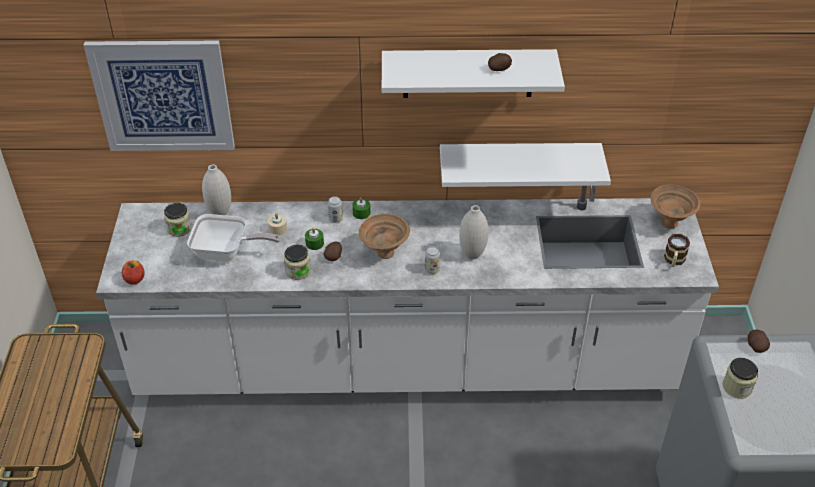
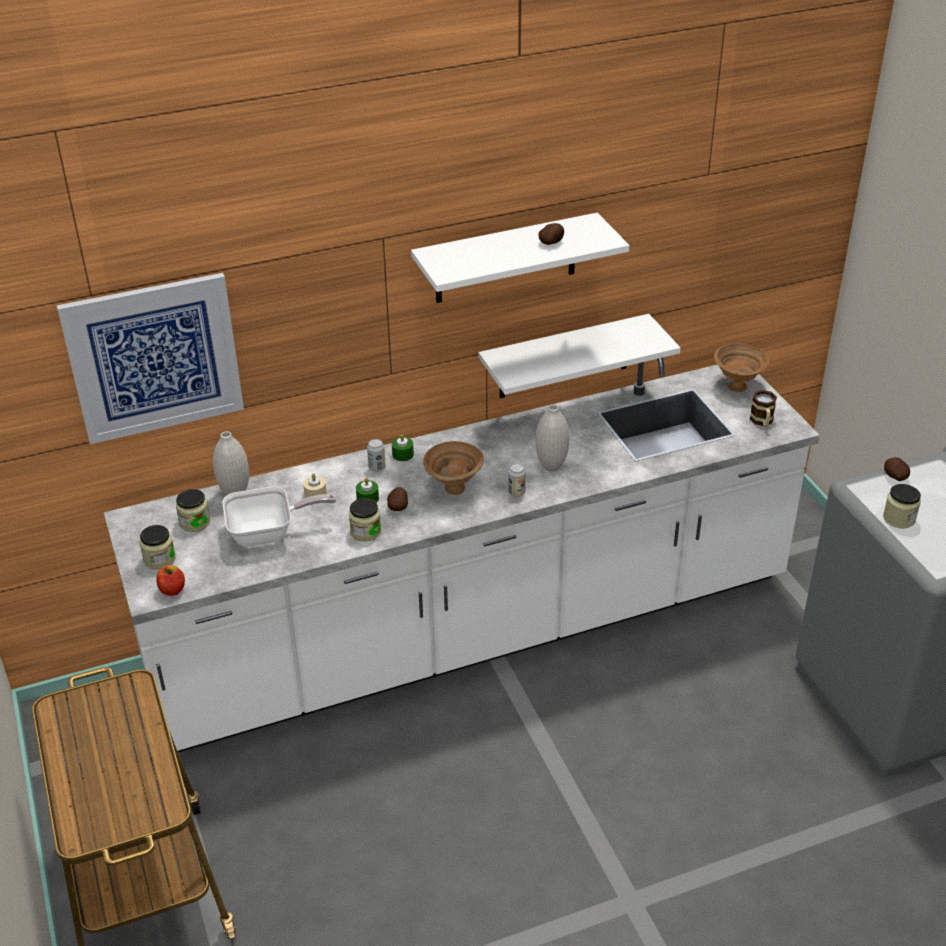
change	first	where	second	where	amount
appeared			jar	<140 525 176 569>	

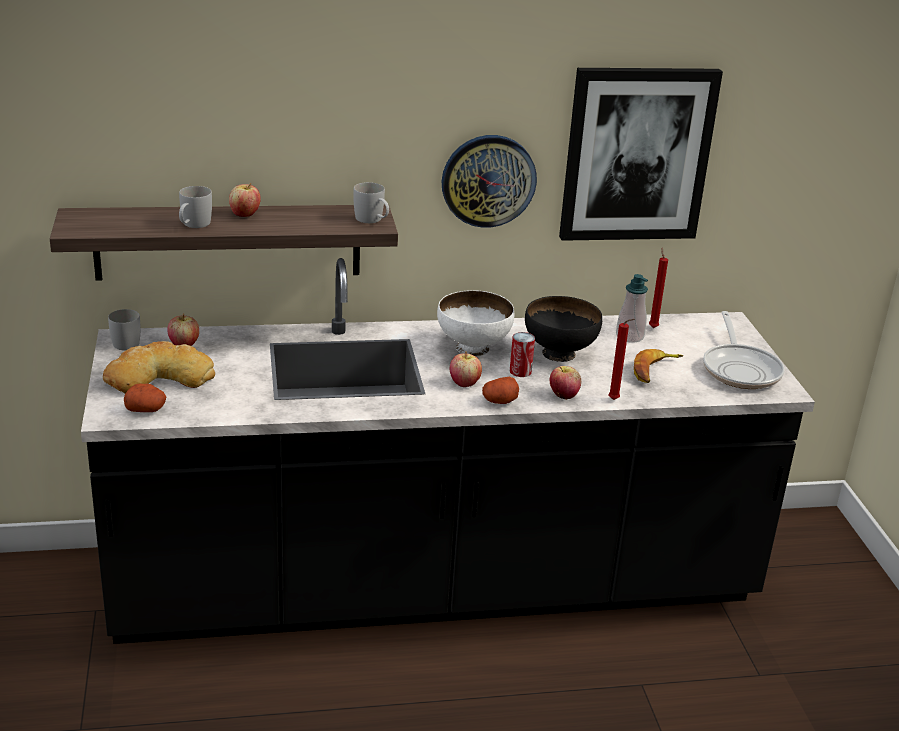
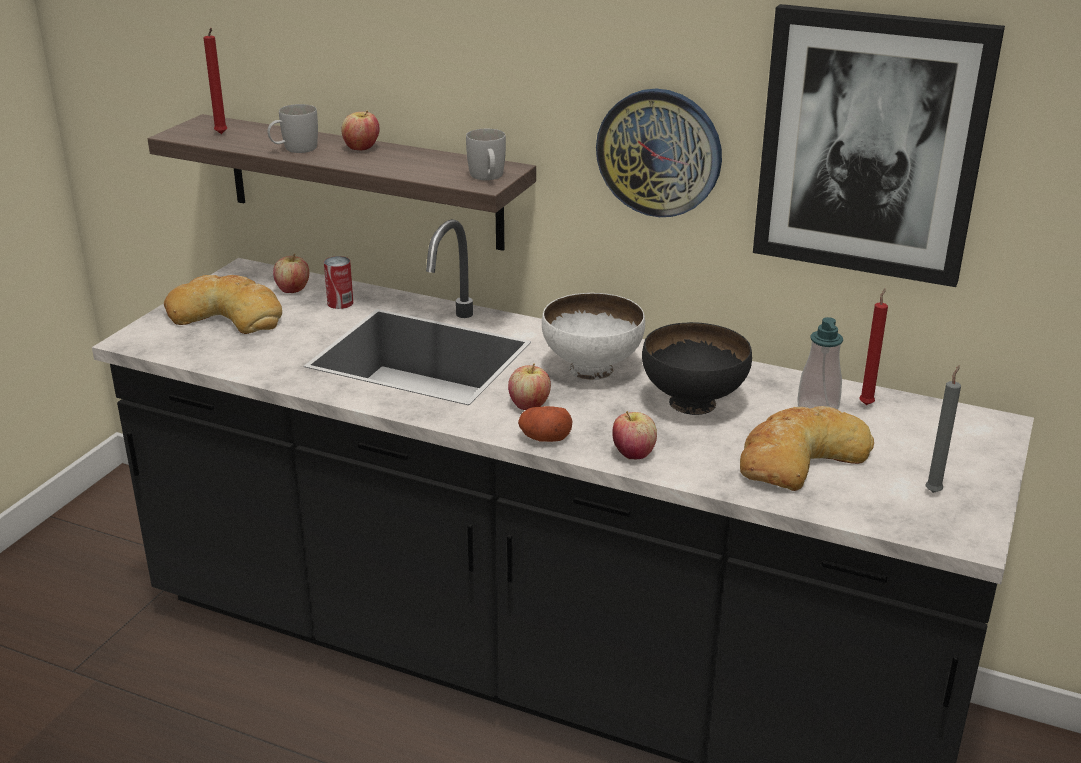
change	first	where	second	where	amount
relocated	red_candle	<609 319 635 400>		<204 28 227 134>	
relocated	can	<510 332 535 377>		<324 256 353 309>	
exchanged	banana	<634 349 683 383>	bread	<740 406 874 491>	
exchanged	frying_pan	<703 311 785 389>	grey_candle	<926 365 961 493>	
missing	white_mug	<108 309 140 350>			
missing	potato	<124 384 166 412>			

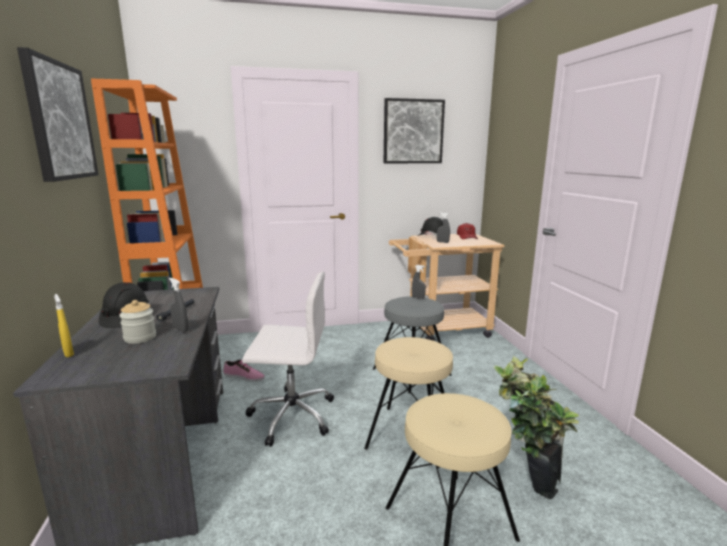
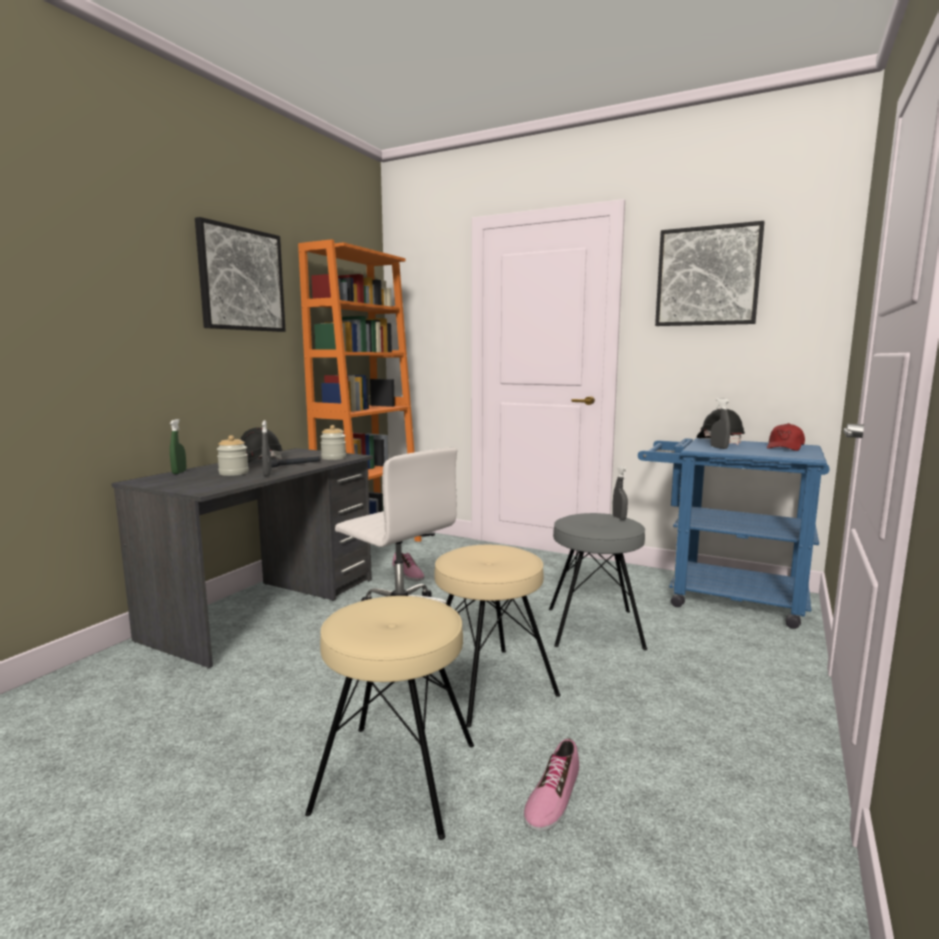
change	first	where	second	where	amount
colour	yellow_spray_bottle	<54 294 74 357>	green_spray_bottle	<170 419 186 474>	
appeared			jar	<320 425 346 460>	
exchanged	potted_plant	<494 356 579 499>	shoe	<523 739 579 831>	
colour	beige_cart	<389 234 504 340>	blue_cart	<638 438 830 629>	

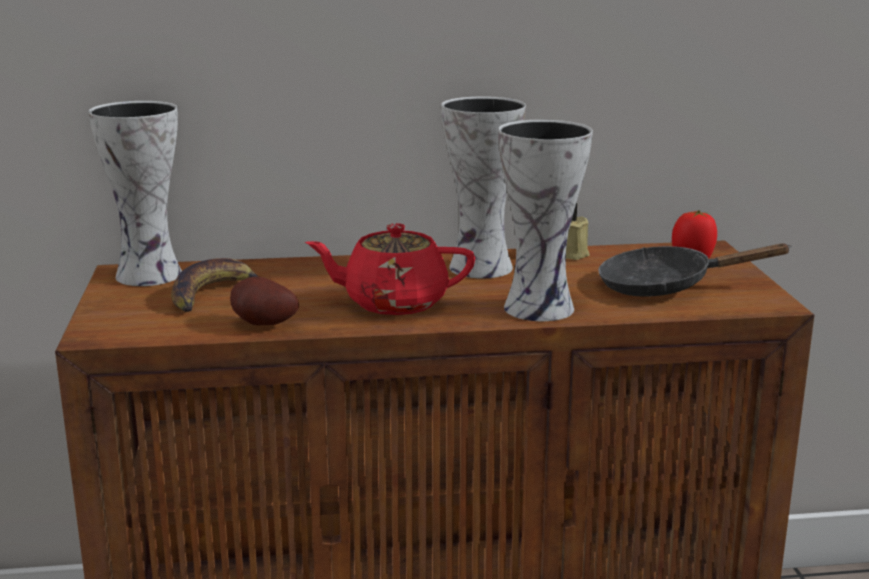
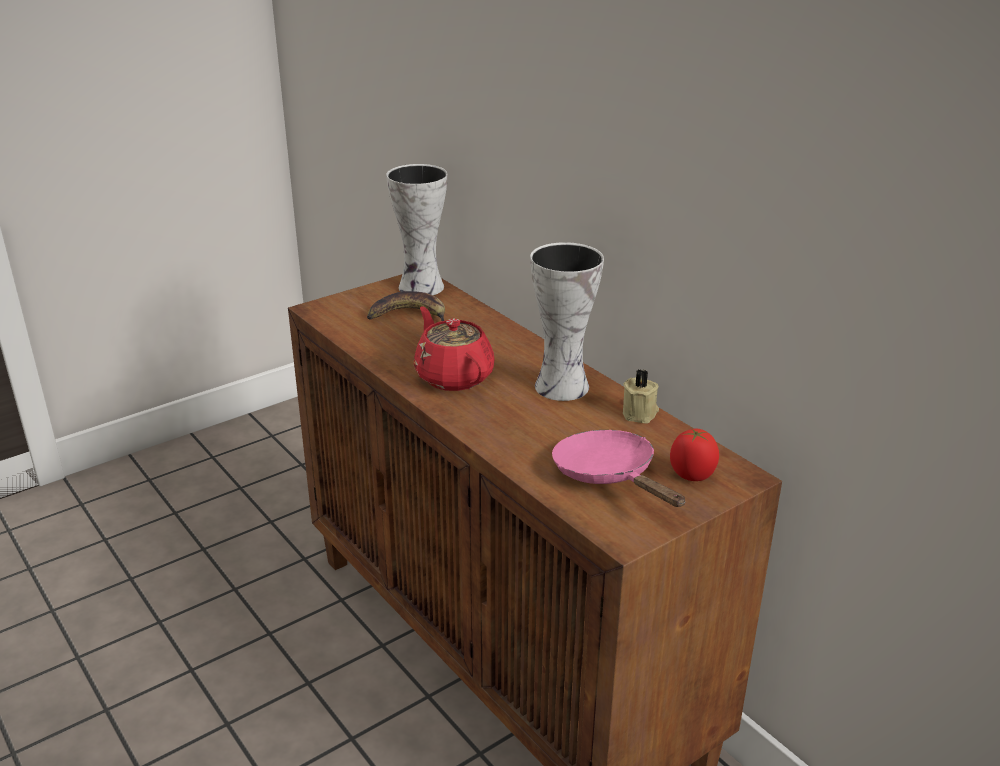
change	first	where	second	where	amount
colour	black_frying_pan	<598 243 792 297>	pink_frying_pan	<552 430 685 507>	
missing	potato	<230 277 299 325>			
missing	vase	<498 120 593 321>			

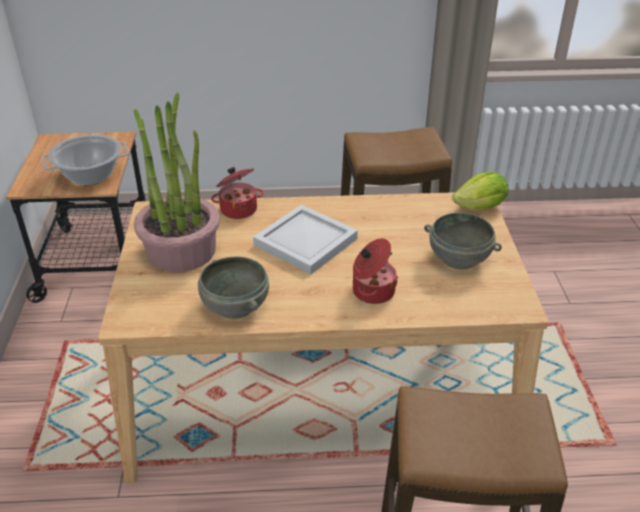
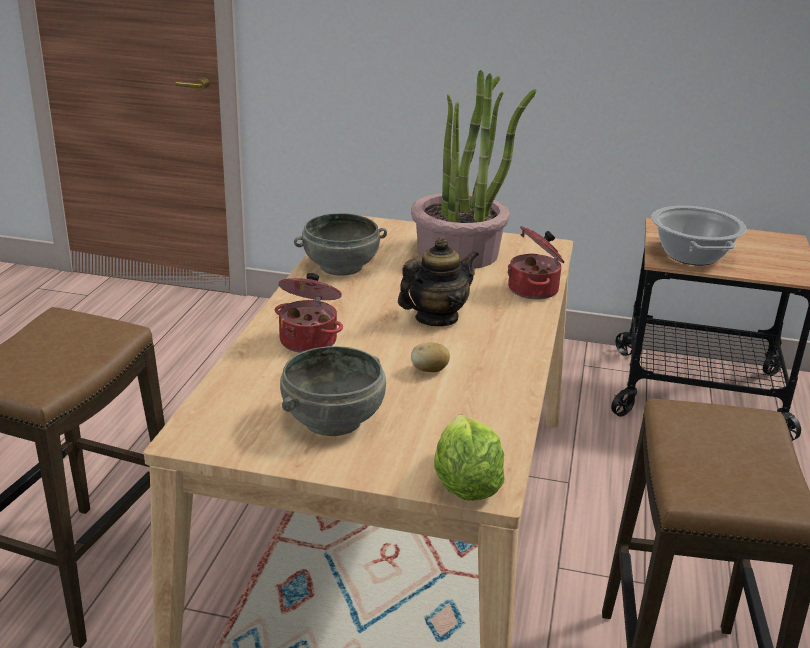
change	first	where	second	where	amount
exchanged	white_tray	<253 205 358 275>	teapot	<398 237 479 326>	
appeared			potato	<411 342 450 372>	

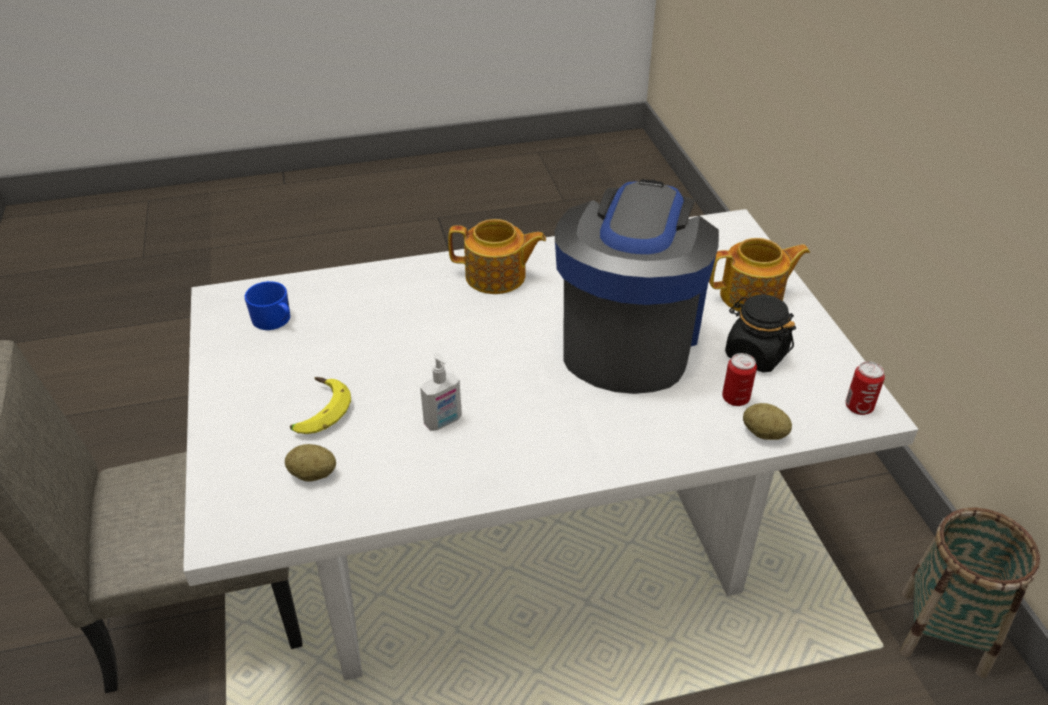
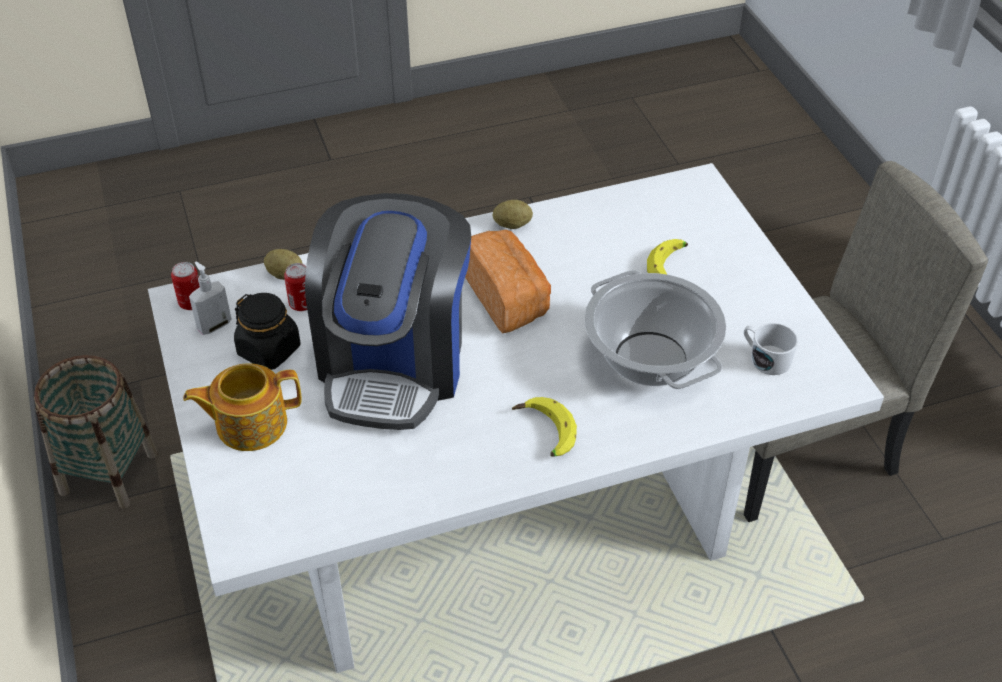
change	first	where	second	where	amount
relocated	soap_dispenser	<420 353 462 431>		<189 262 232 335>	
appeared			bread	<465 230 551 333>	
relocated	potato	<285 444 336 482>		<493 200 533 229>	
exchanged	teapot	<448 219 546 294>	banana	<512 397 577 457>	
appeared			cooking_pot	<585 270 726 389>	
colour	blue_mug	<245 281 291 330>	white_mug	<744 323 798 375>	

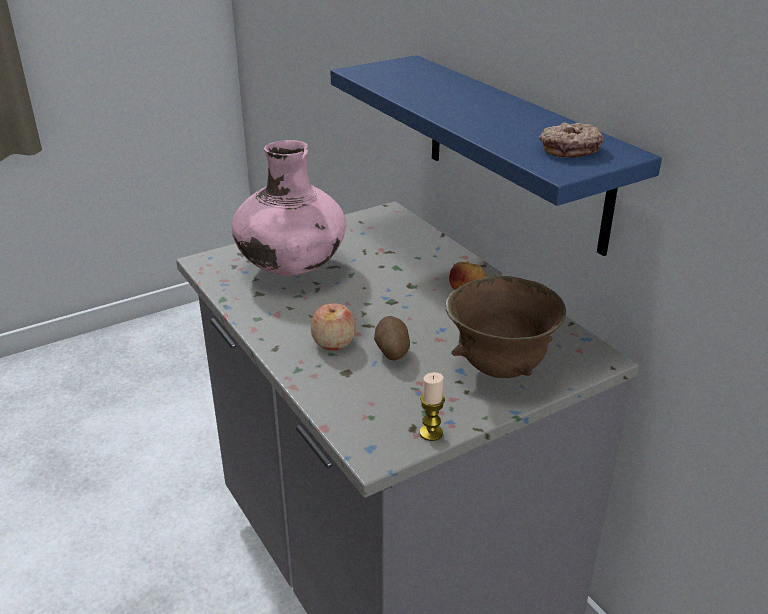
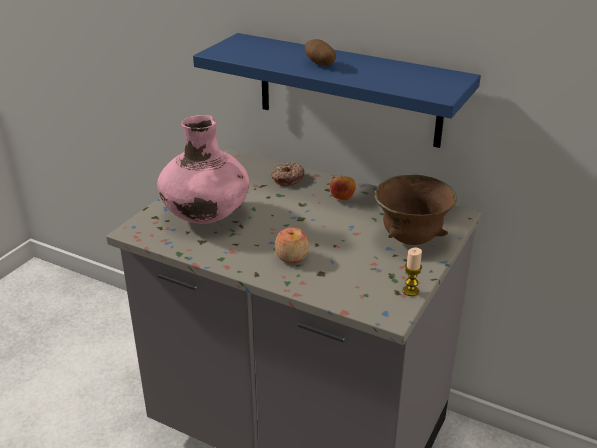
change	first	where	second	where	amount
relocated	donut	<539 122 604 158>		<271 163 305 186>	
relocated	potato	<374 316 410 361>		<305 39 336 66>	

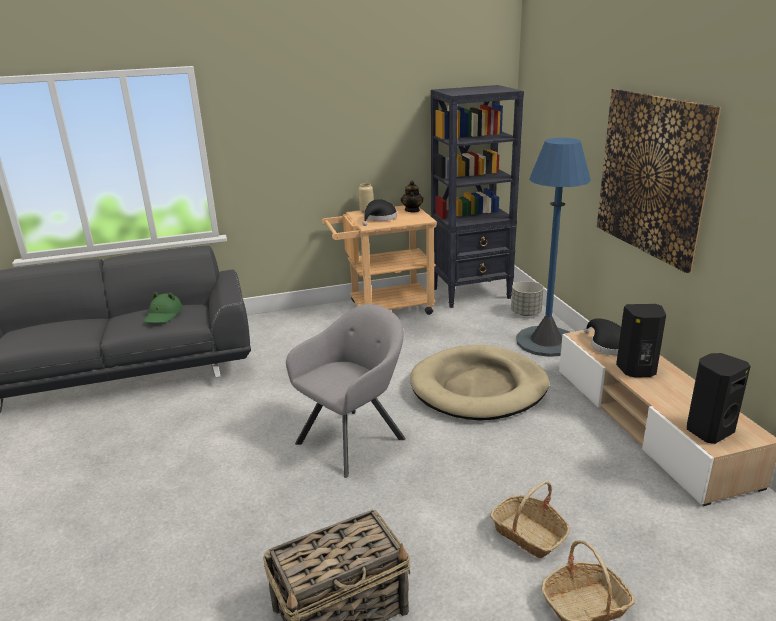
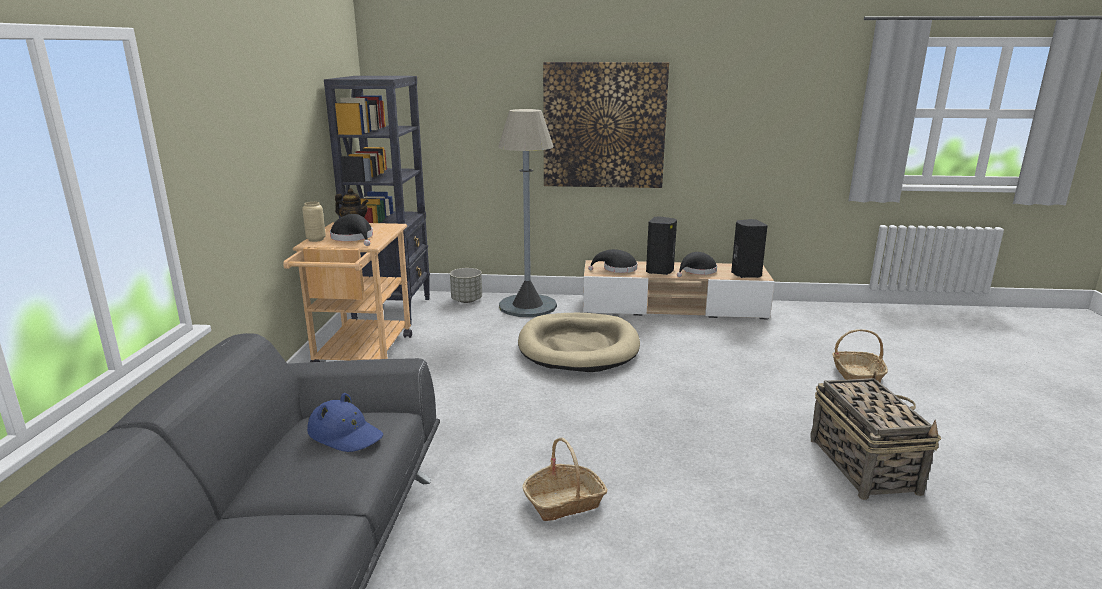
change	first	where	second	where	amount
colour	green_hat	<144 292 182 323>	blue_hat	<307 393 383 452>	
colour	blue_floor_lamp	<516 138 591 357>	grey_floor_lamp	<498 109 557 317>	
relocated	basket	<490 481 570 558>		<522 438 608 521>	
appeared			black_hat	<677 252 717 277>	
missing	grey_armchair	<286 304 406 478>			

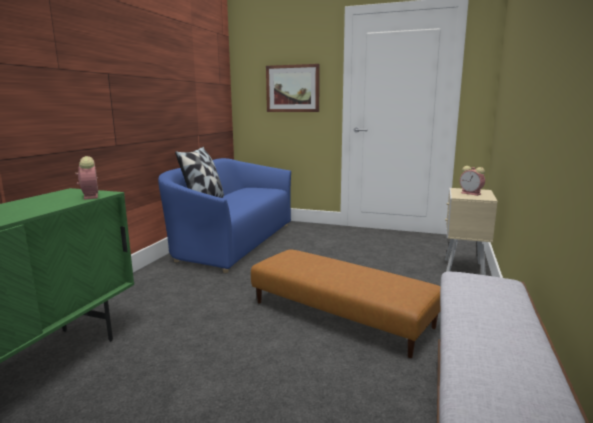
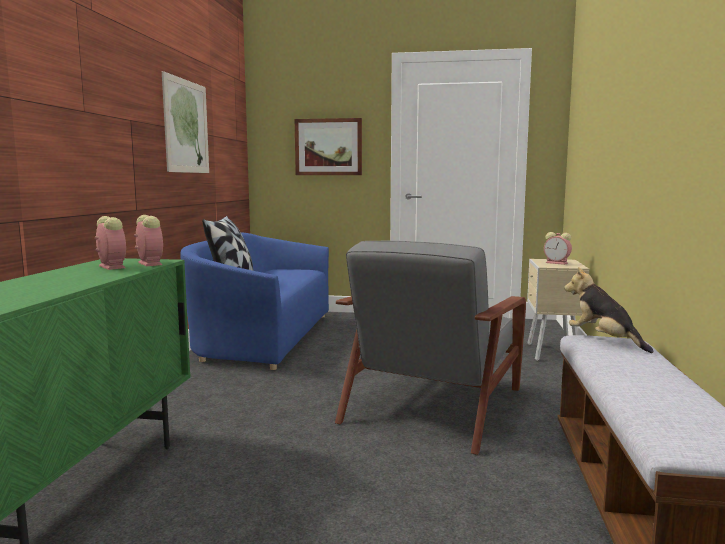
change	first	where	second	where	amount
appeared			alarm_clock	<95 216 126 270>	
appeared			picture	<162 71 209 173>	
exchanged	brown_ottoman	<251 249 441 358>	grey_armchair	<335 241 526 455>	
appeared			plush_toy	<564 267 654 353>	

